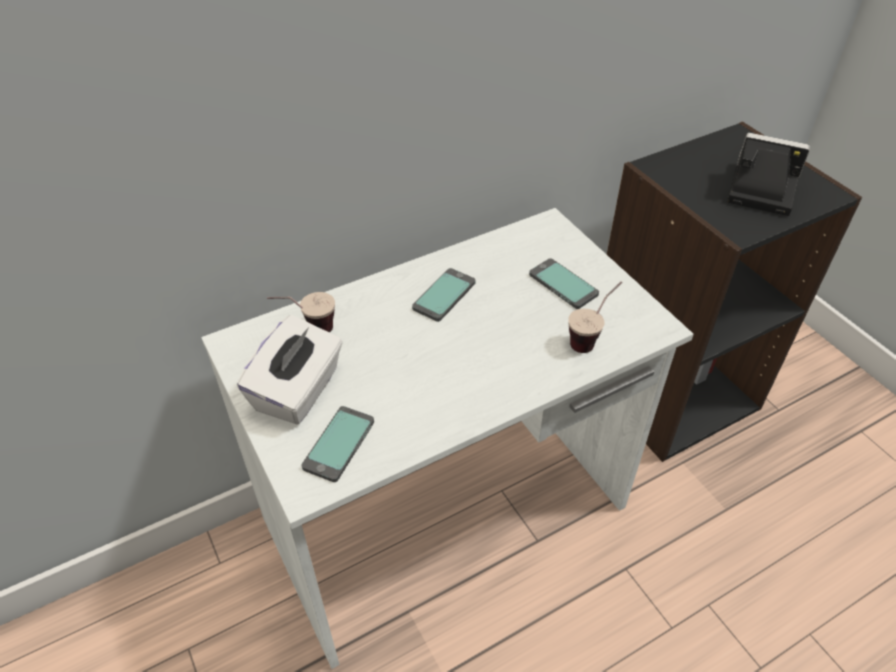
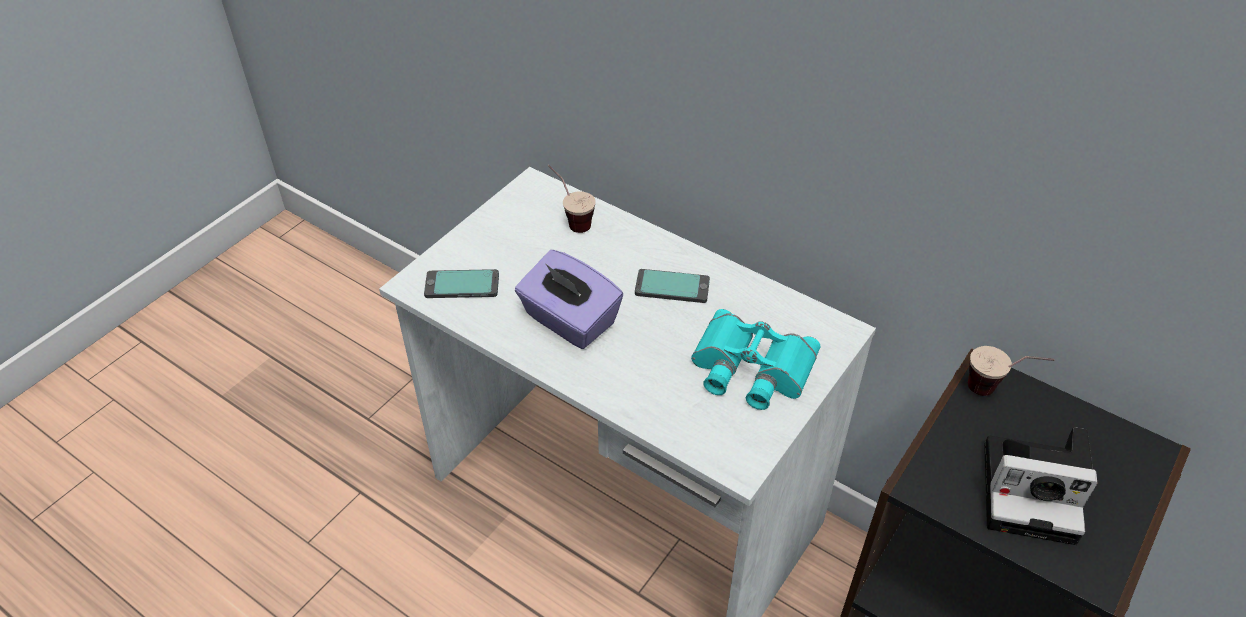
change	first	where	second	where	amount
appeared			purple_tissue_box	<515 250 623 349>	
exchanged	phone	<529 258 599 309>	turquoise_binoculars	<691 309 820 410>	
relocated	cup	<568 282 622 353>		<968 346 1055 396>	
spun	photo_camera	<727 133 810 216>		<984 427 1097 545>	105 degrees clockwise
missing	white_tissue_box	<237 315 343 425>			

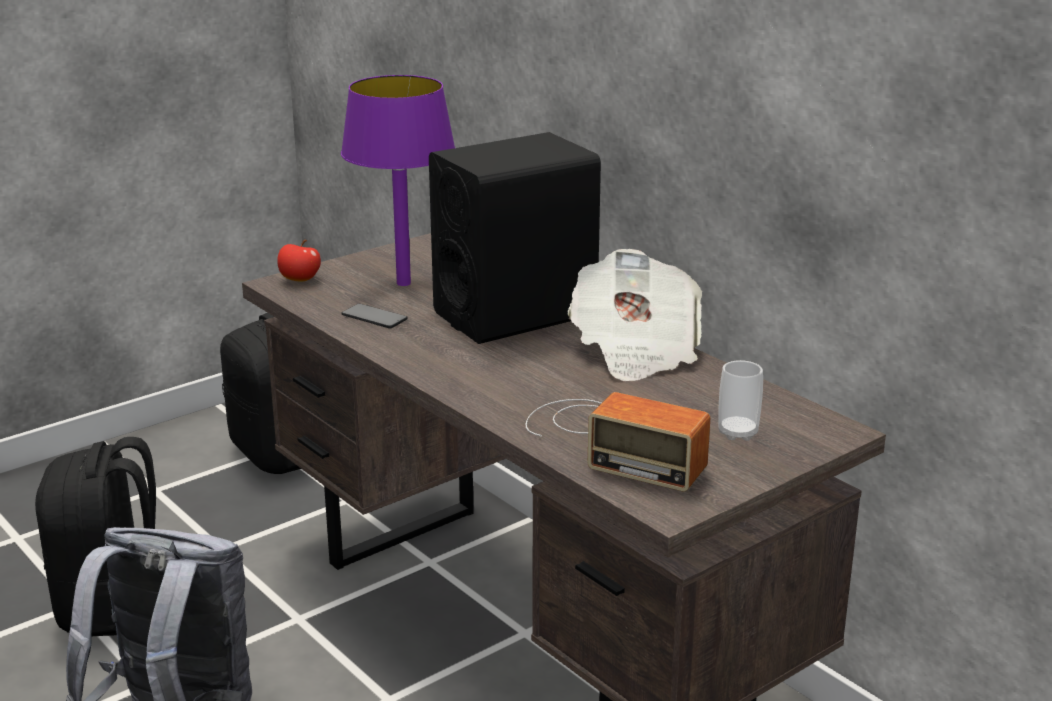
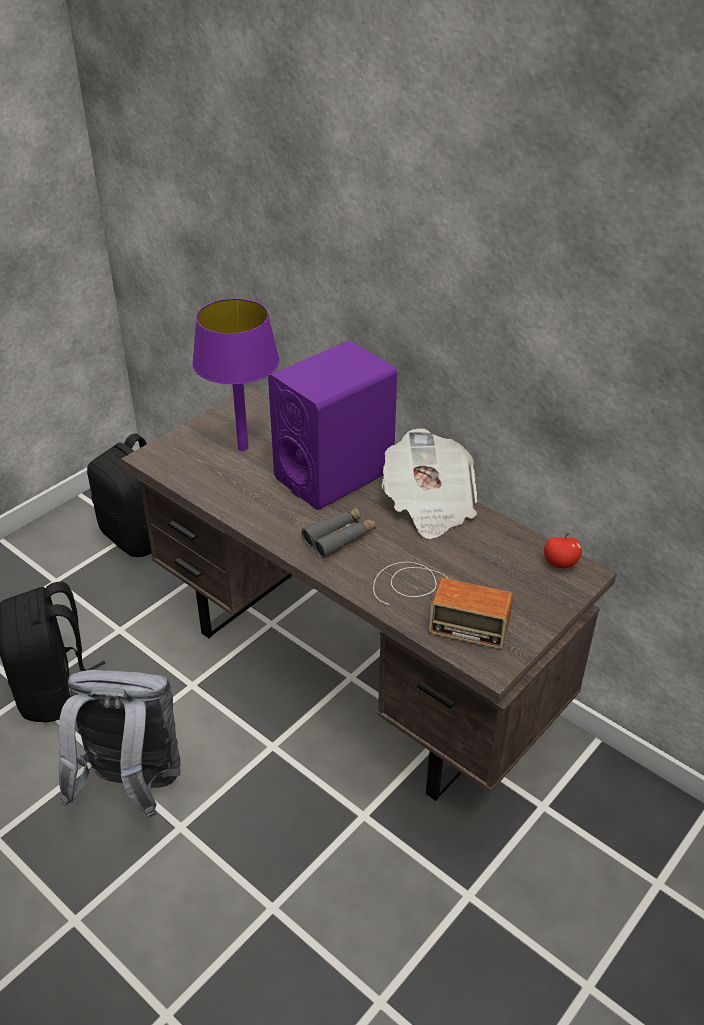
change	first	where	second	where	amount
colour	black_speaker	<429 132 601 344>	purple_speaker	<268 340 397 510>	
appeared			grey_binoculars	<301 507 376 558>	
relocated	apple	<277 240 321 282>		<544 533 582 568>	
missing	phone	<342 304 408 329>			
missing	cup	<718 360 763 441>			

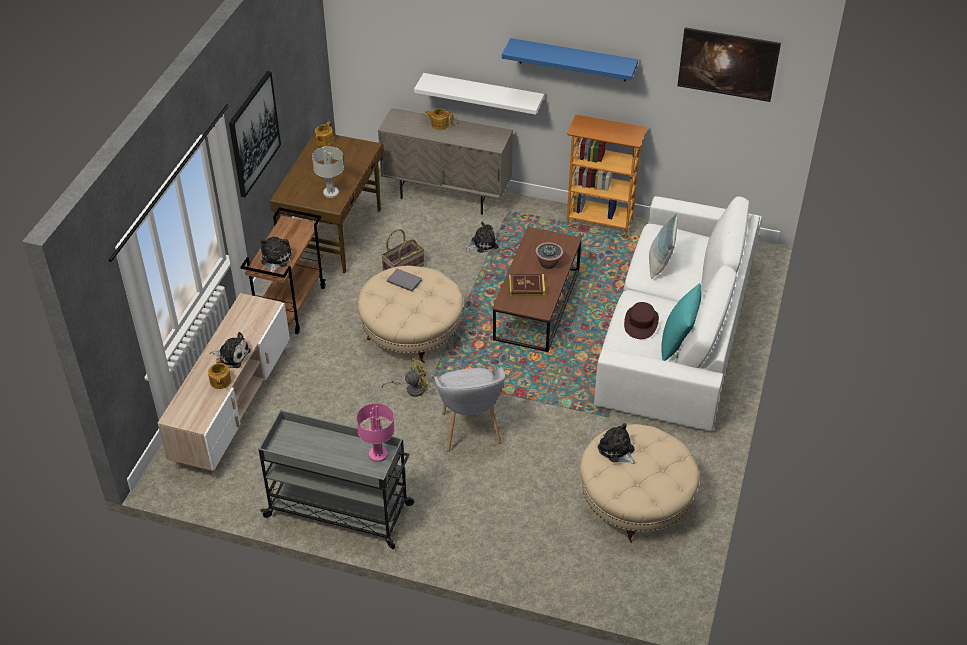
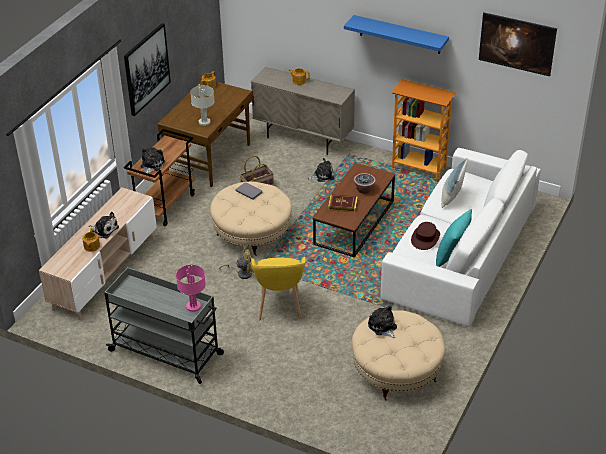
change	first	where	second	where	amount
colour	grey_armchair	<434 367 505 452>	yellow_armchair	<251 257 306 320>	
missing	white_shelf	<414 73 544 115>			

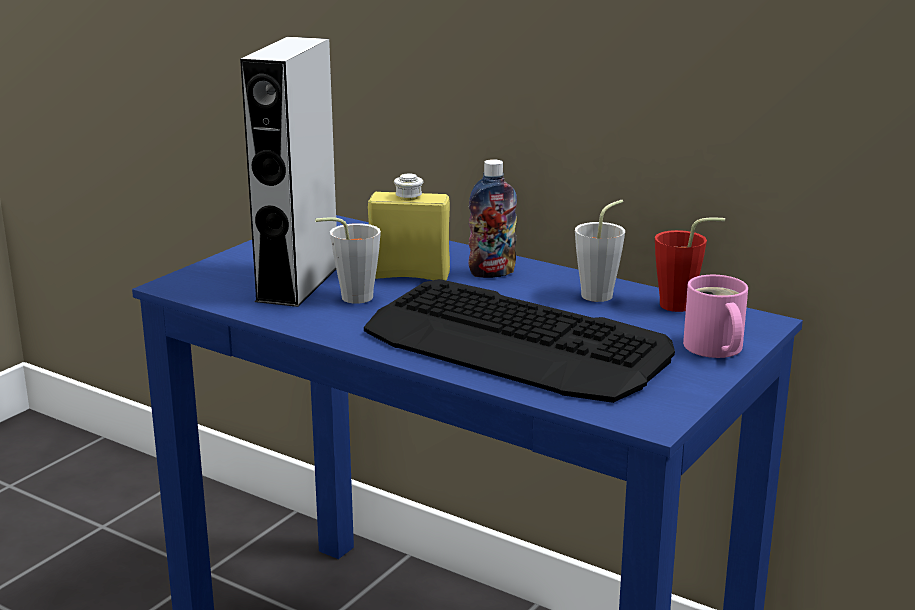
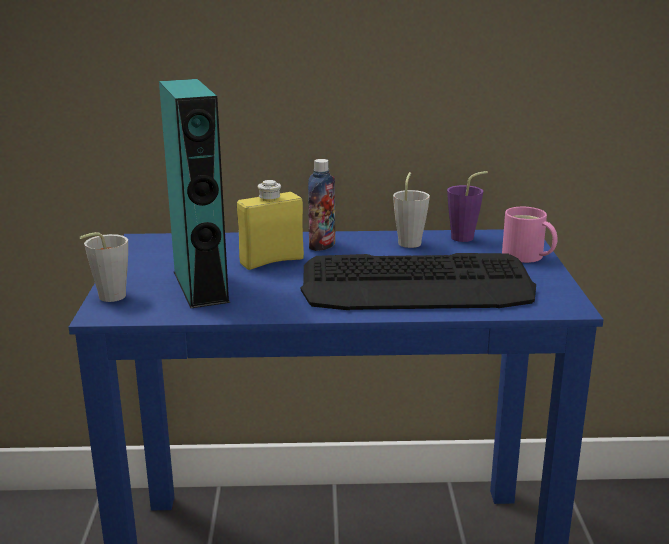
change	first	where	second	where	amount
relocated	grey_cup	<315 217 381 304>		<80 232 128 302>	
colour	grey_speaker	<240 37 337 307>	turquoise_speaker	<159 79 230 308>	
colour	red_cup	<655 218 725 312>	purple_cup	<447 171 488 242>	

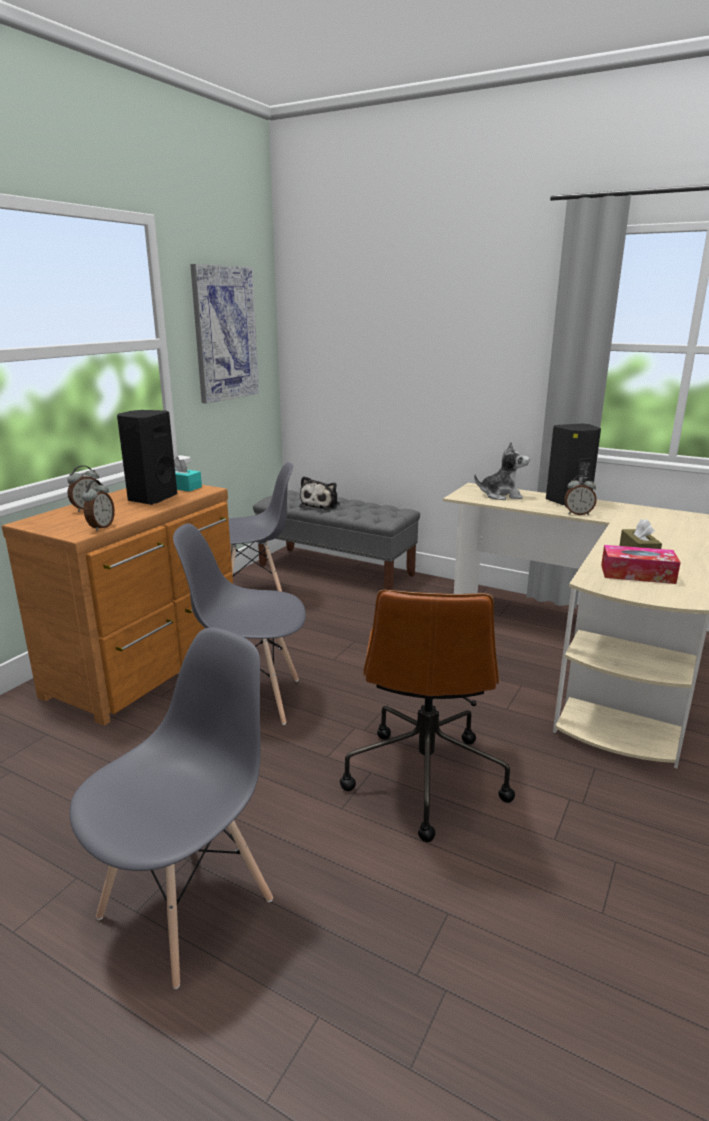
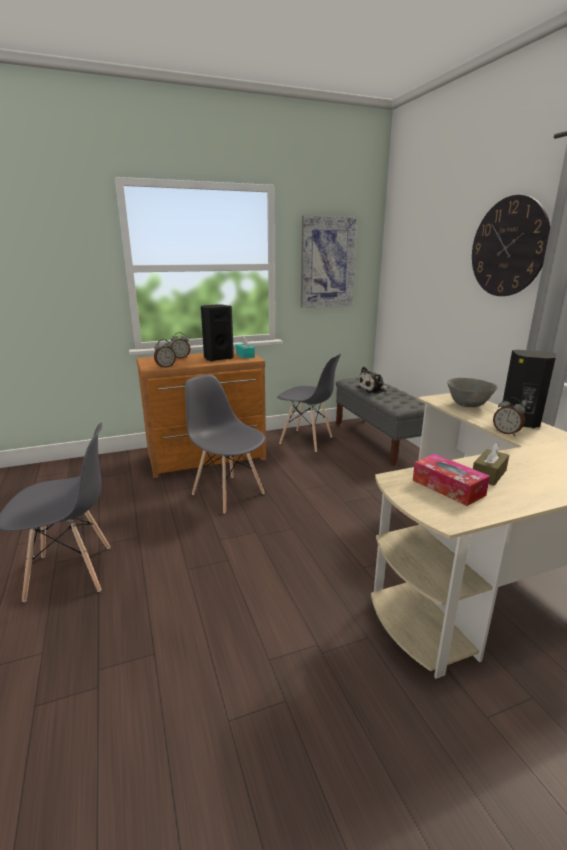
change	first	where	second	where	amount
exchanged	plush_toy	<474 442 530 500>	grey_bowl	<447 378 498 407>	
appeared			wall_clock	<472 195 550 296>	
missing	brown_office_chair	<340 590 515 842>			

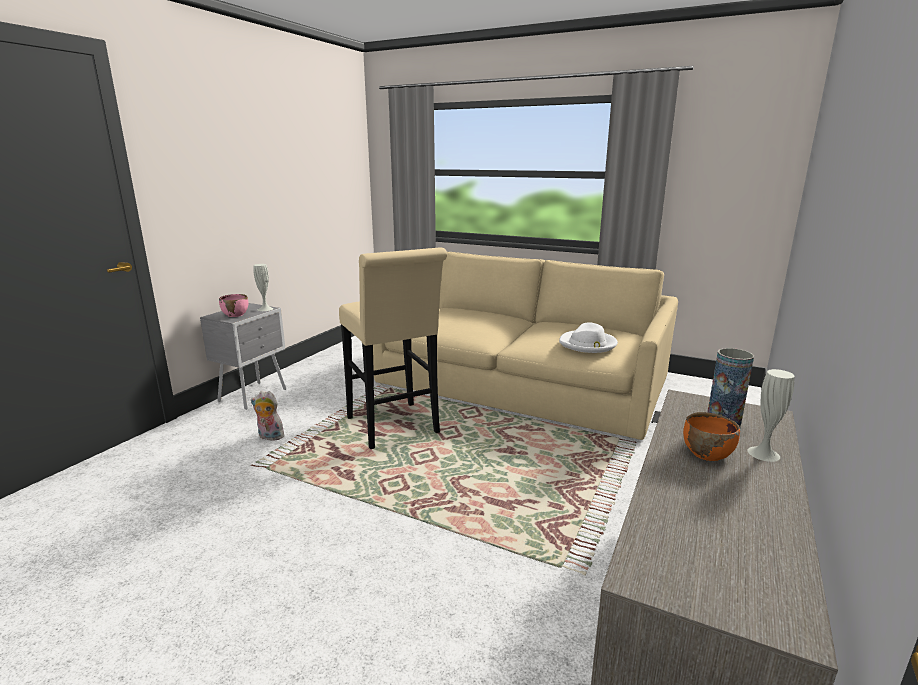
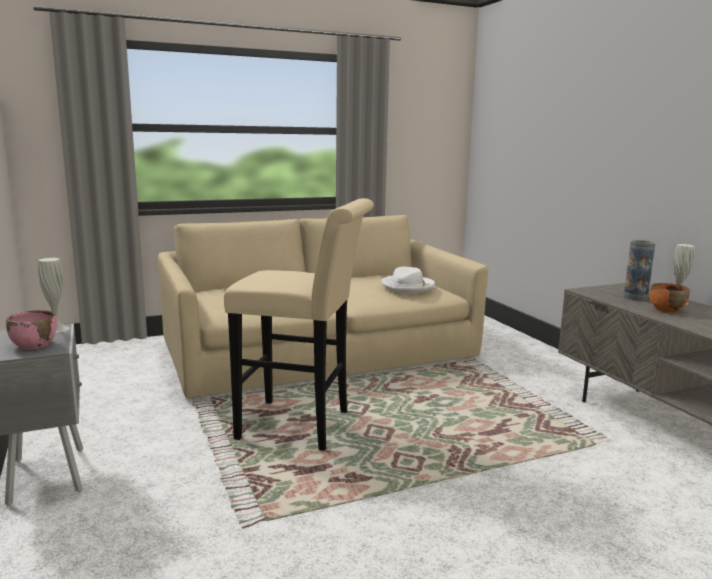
change	first	where	second	where	amount
missing	plush_toy	<251 391 284 441>			

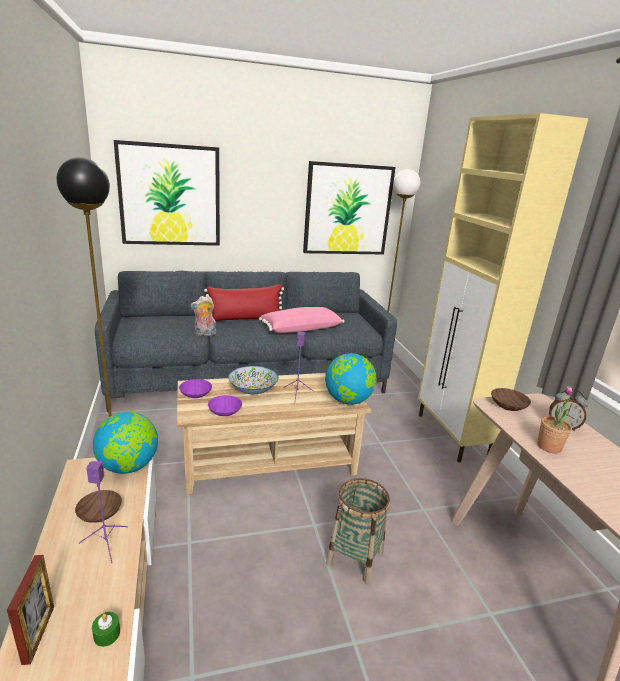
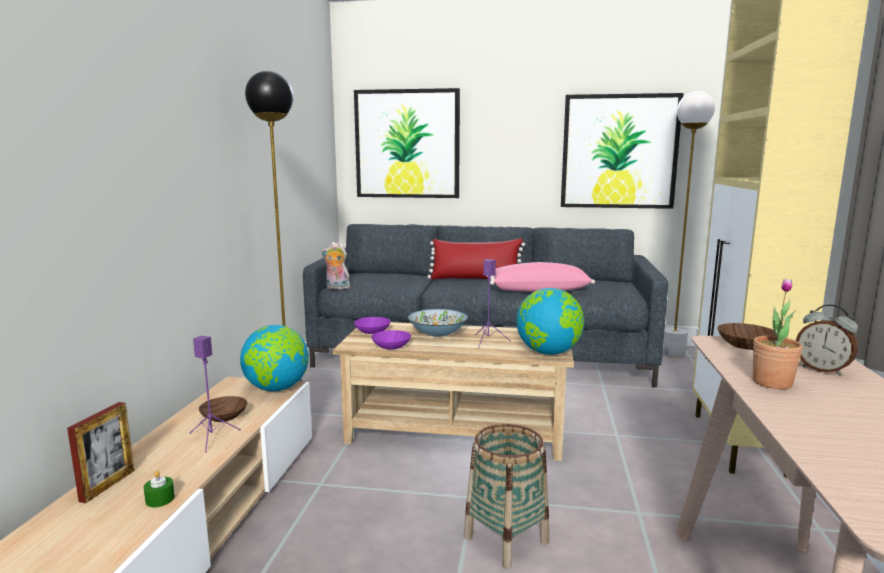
change	first	where	second	where	amount
relocated	plush_toy	<190 296 216 337>		<321 242 350 290>	

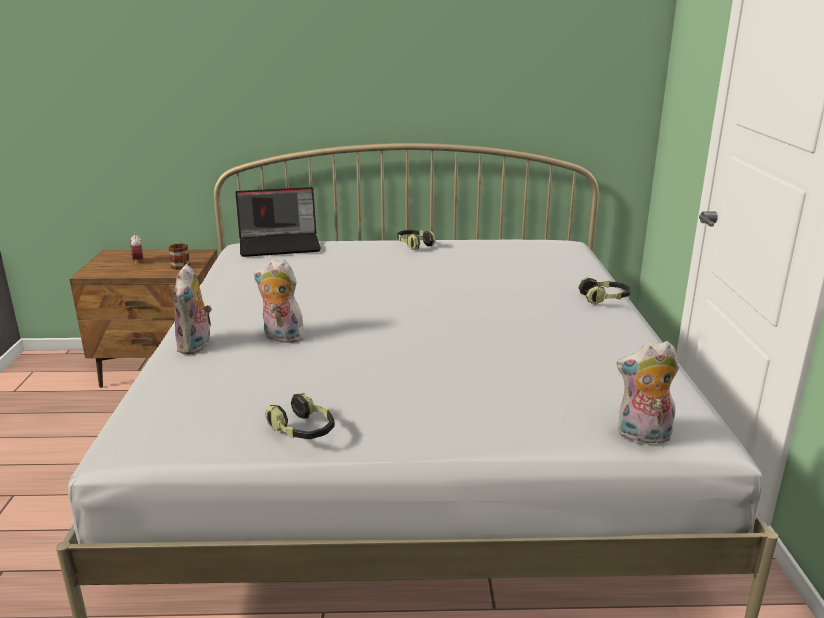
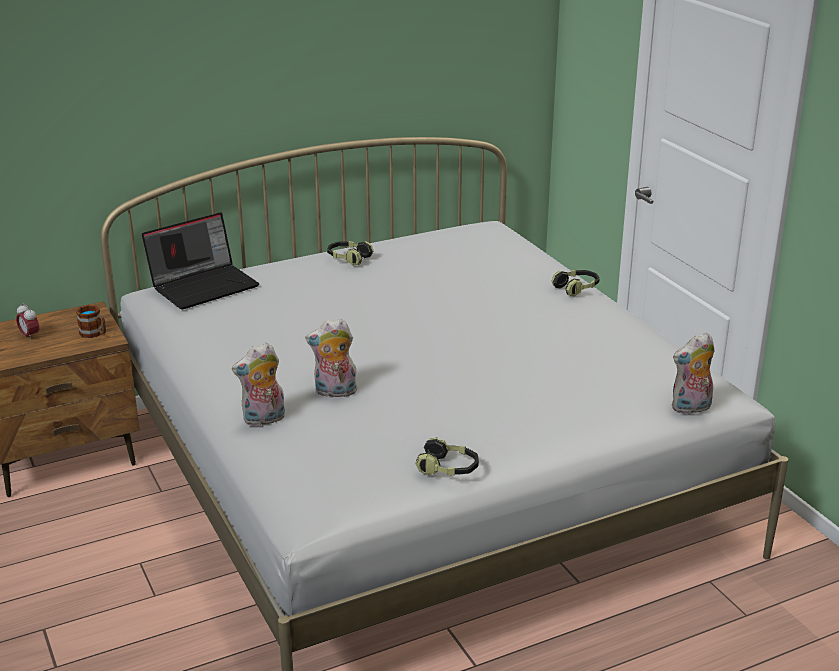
change	first	where	second	where	amount
spun	plush_toy	<174 264 212 354>		<232 343 285 426>	90 degrees clockwise

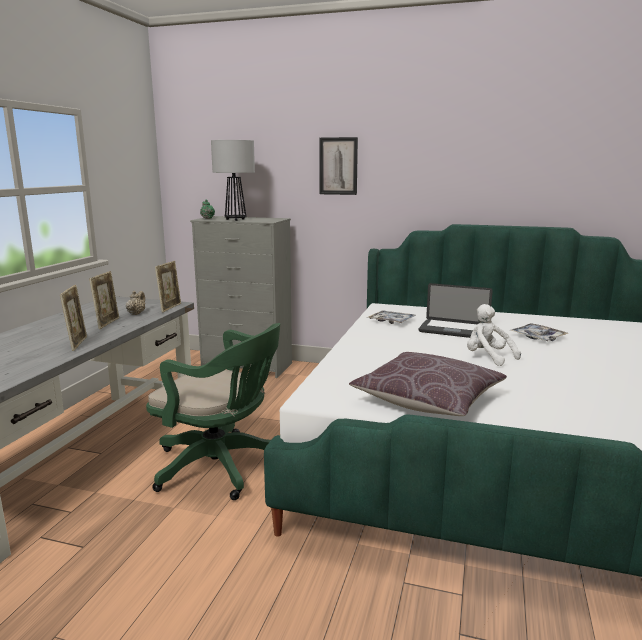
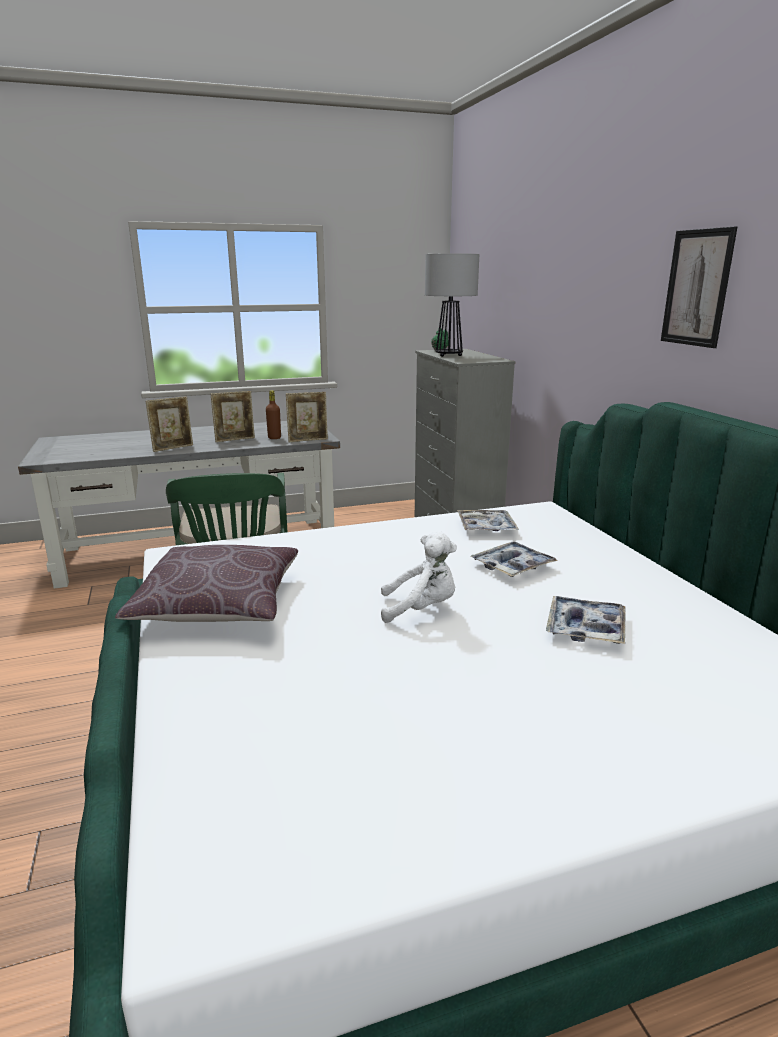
change	first	where	second	where	amount
exchanged	beige_teapot	<126 291 145 315>	brown_bottle	<266 390 281 439>	
spun	white_plush_toy	<467 304 521 366>		<381 531 457 623>	75 degrees clockwise
exchanged	laptop	<418 283 493 338>	tray	<470 541 558 577>	
relocated	picture	<320 137 358 195>		<661 227 737 348>	

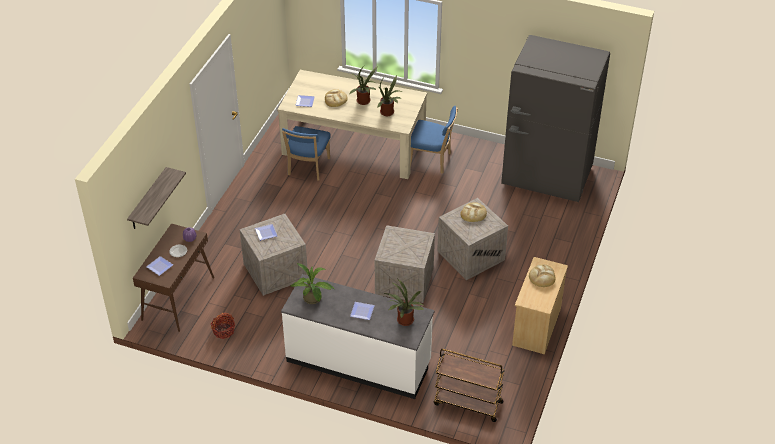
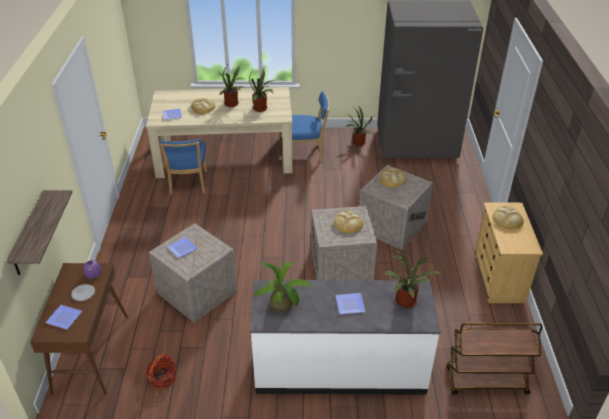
change	first	where	second	where	amount
appeared			bread	<334 210 363 233>	
appeared			potted_plant	<345 105 373 146>	

